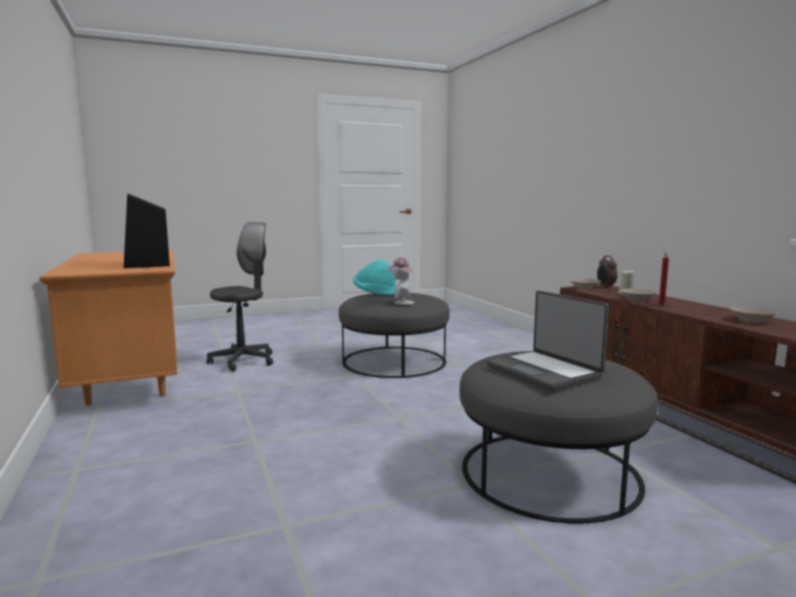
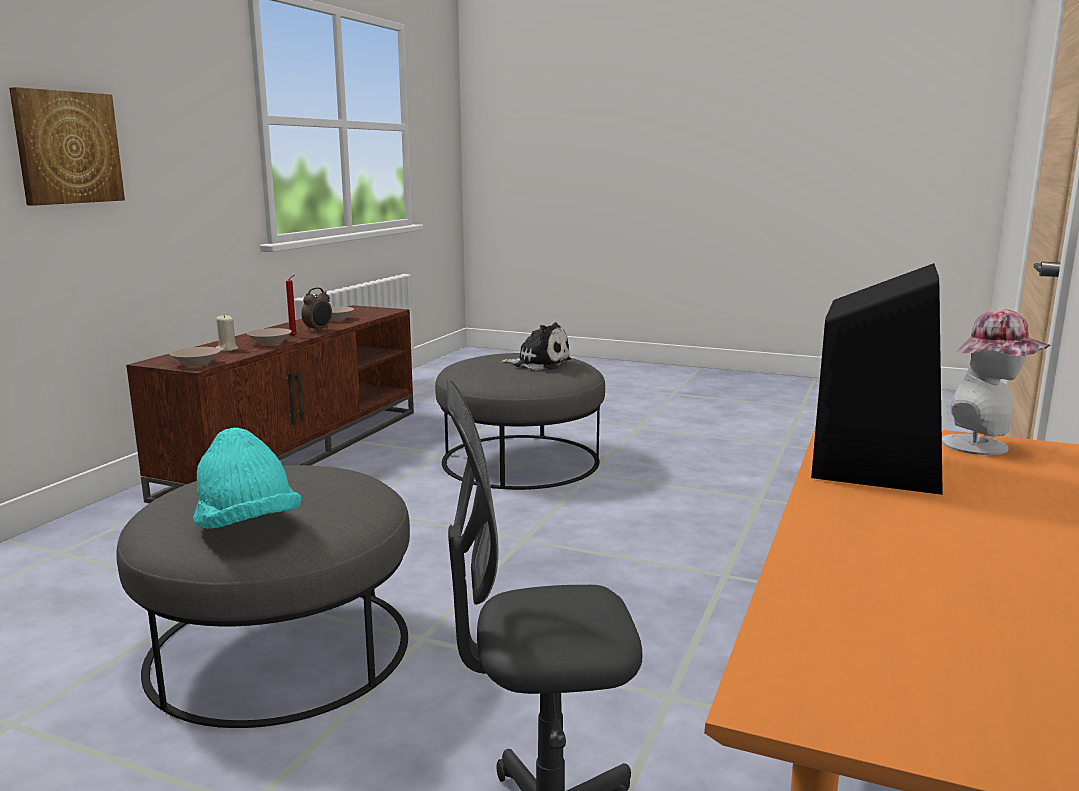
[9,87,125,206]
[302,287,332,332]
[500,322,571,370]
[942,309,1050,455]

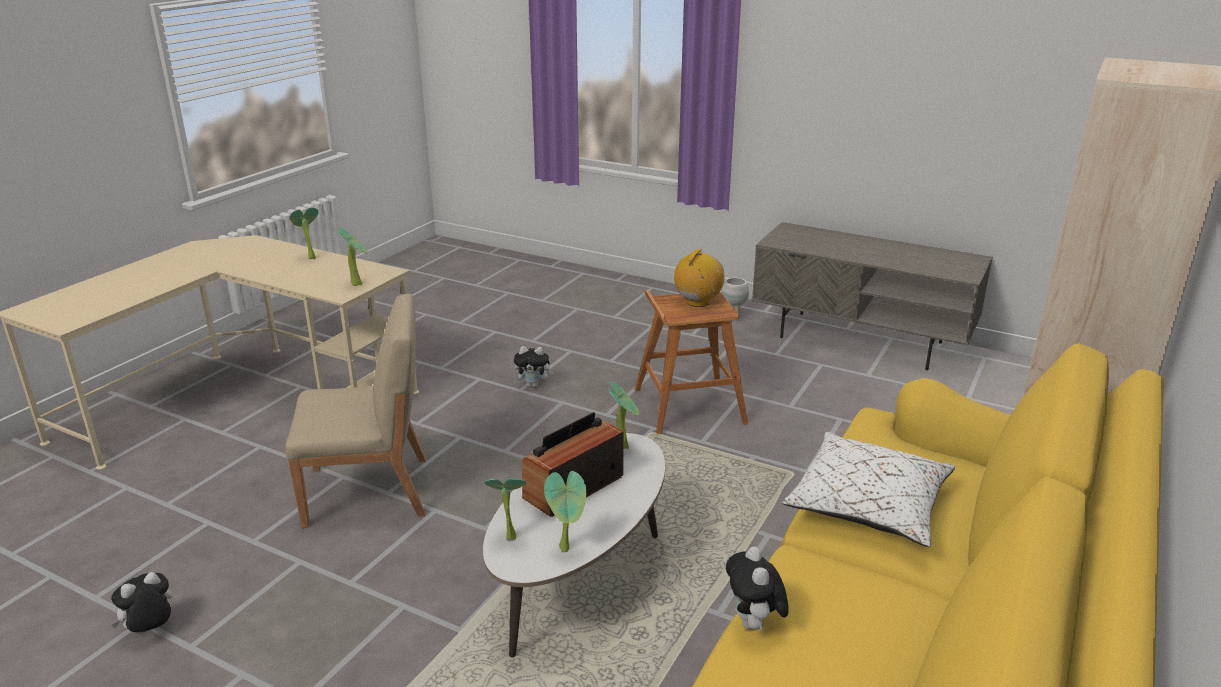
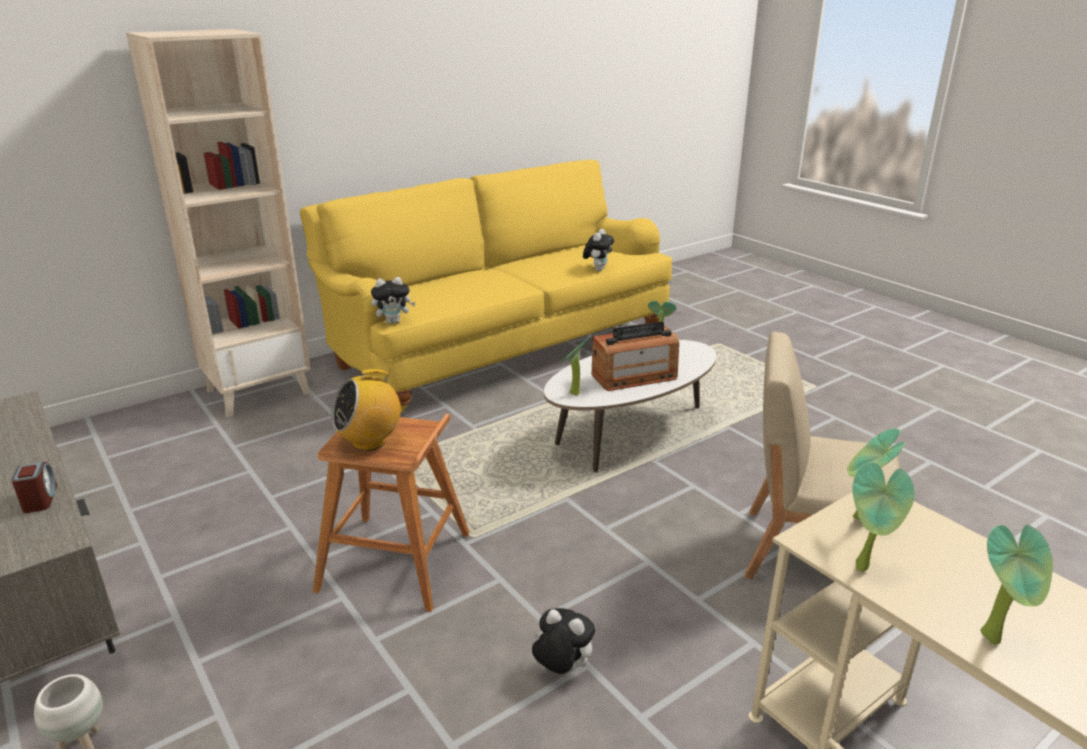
[11,462,57,513]
[371,277,416,324]
[852,463,914,572]
[782,432,955,547] (first image)

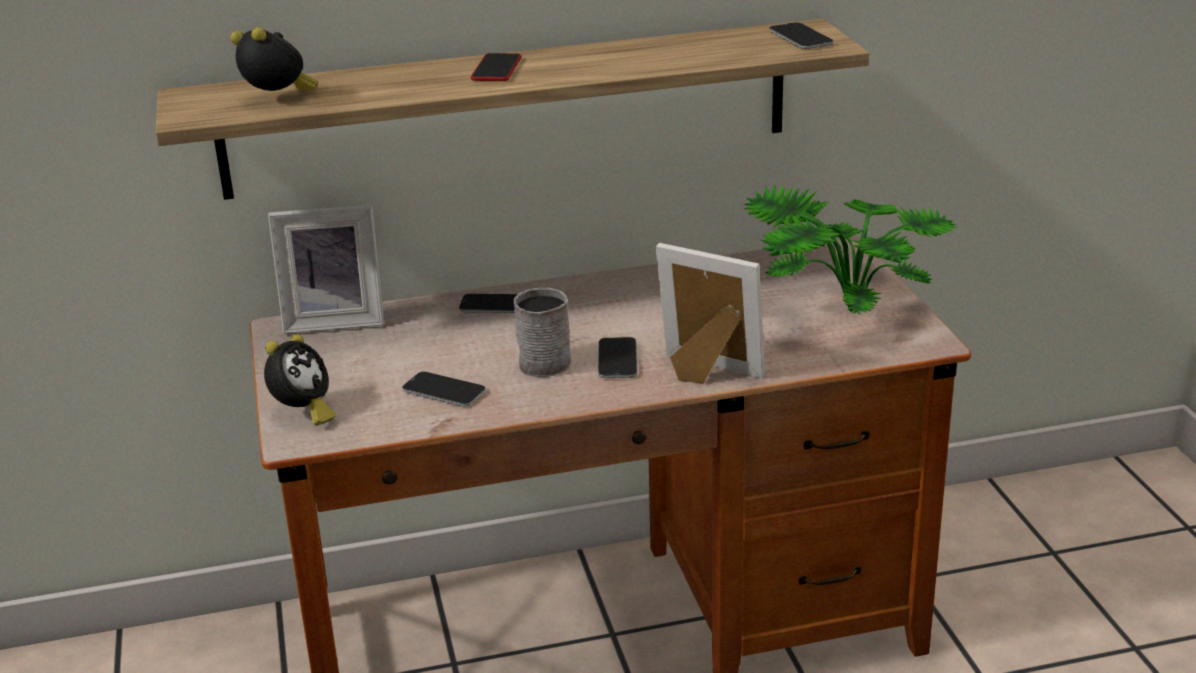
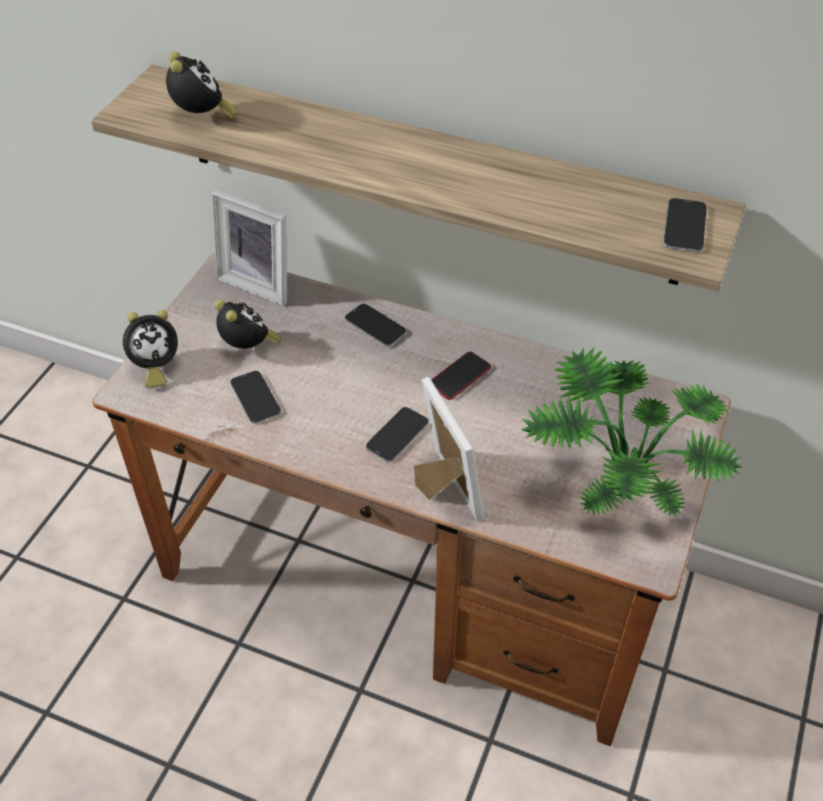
[214,300,281,349]
[431,352,491,400]
[513,288,571,377] (first image)

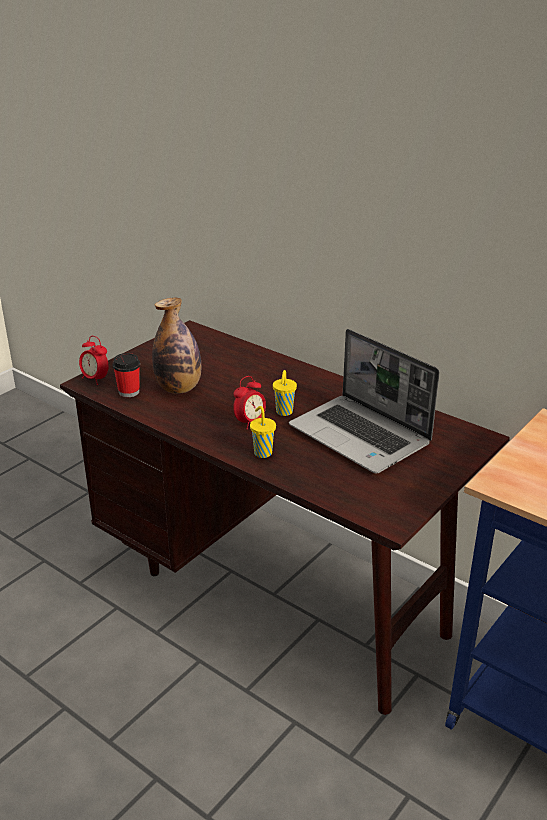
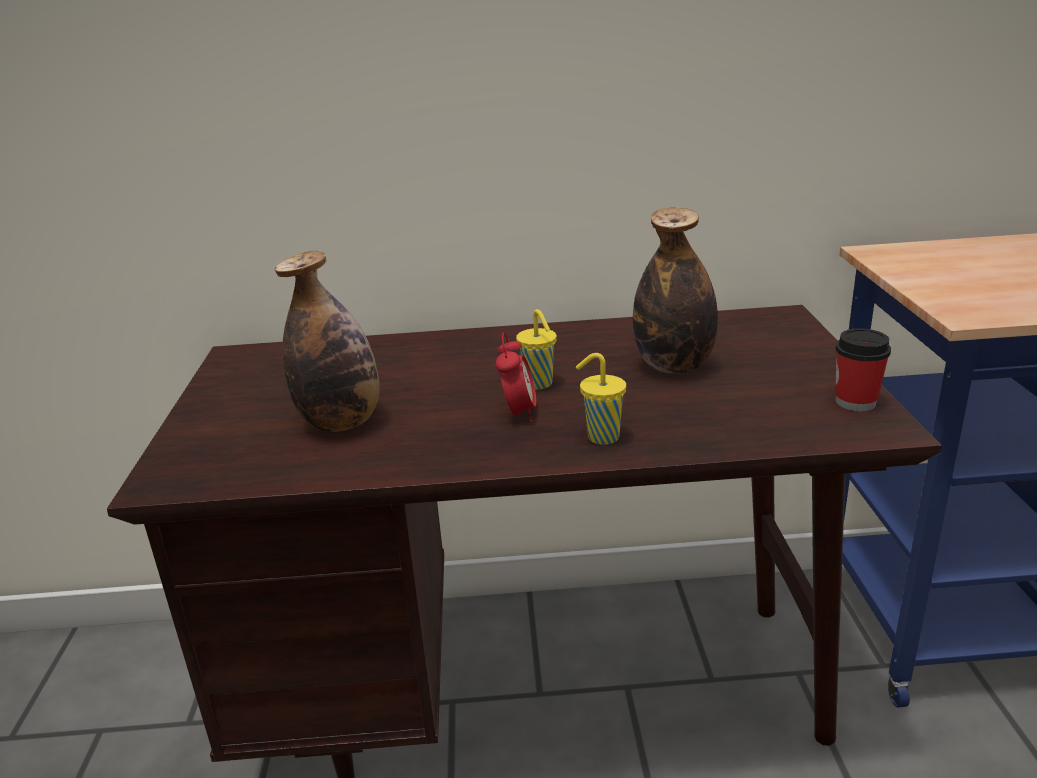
[633,207,718,374]
[835,328,891,411]
[79,336,108,385] (first image)

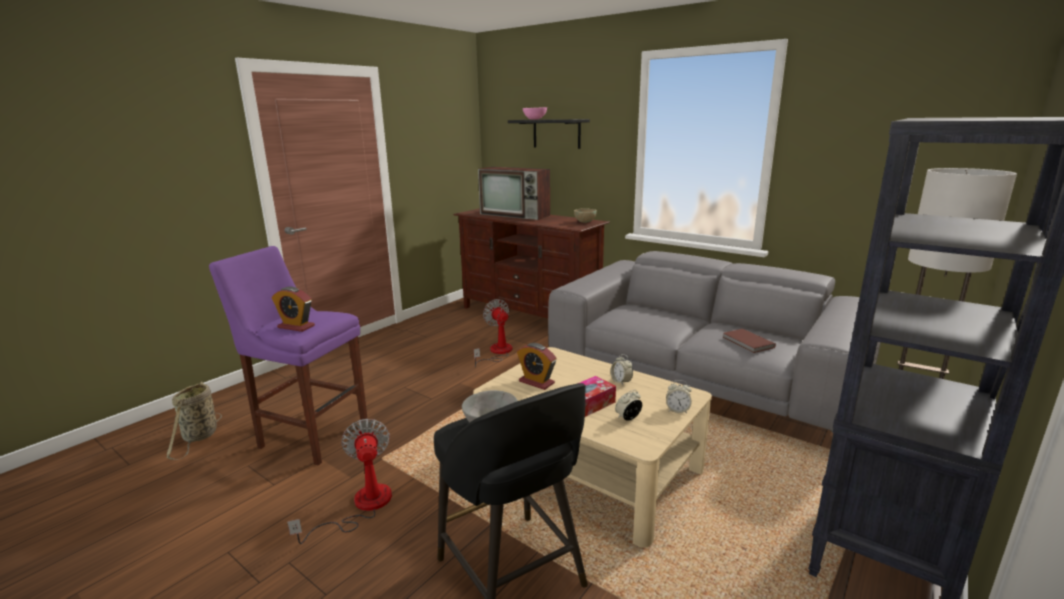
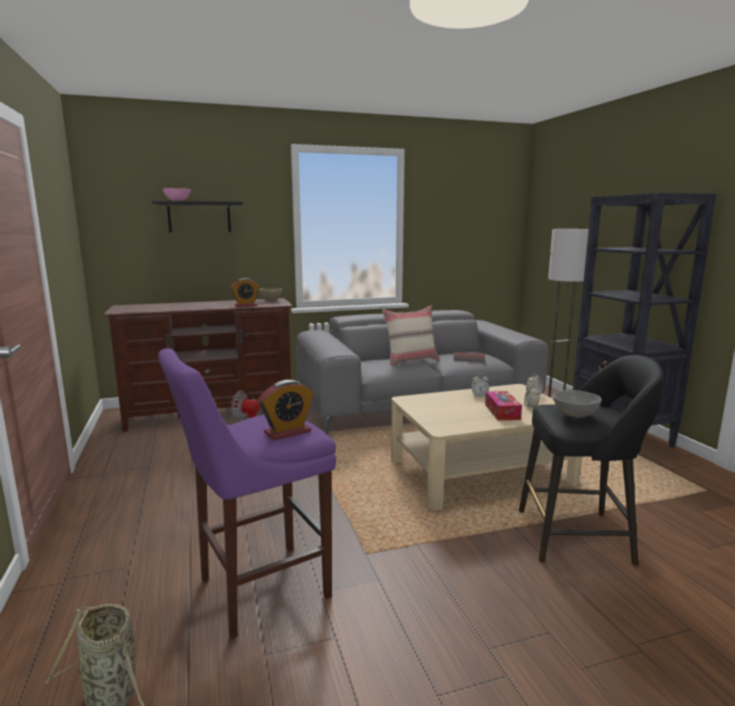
[230,278,260,307]
[382,306,440,366]
[287,419,392,544] (first image)
[478,167,550,220] (first image)

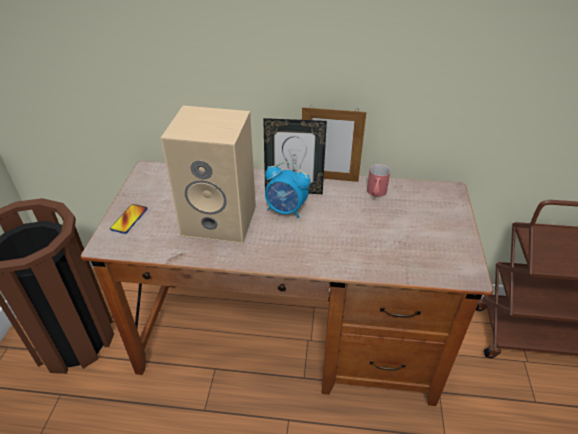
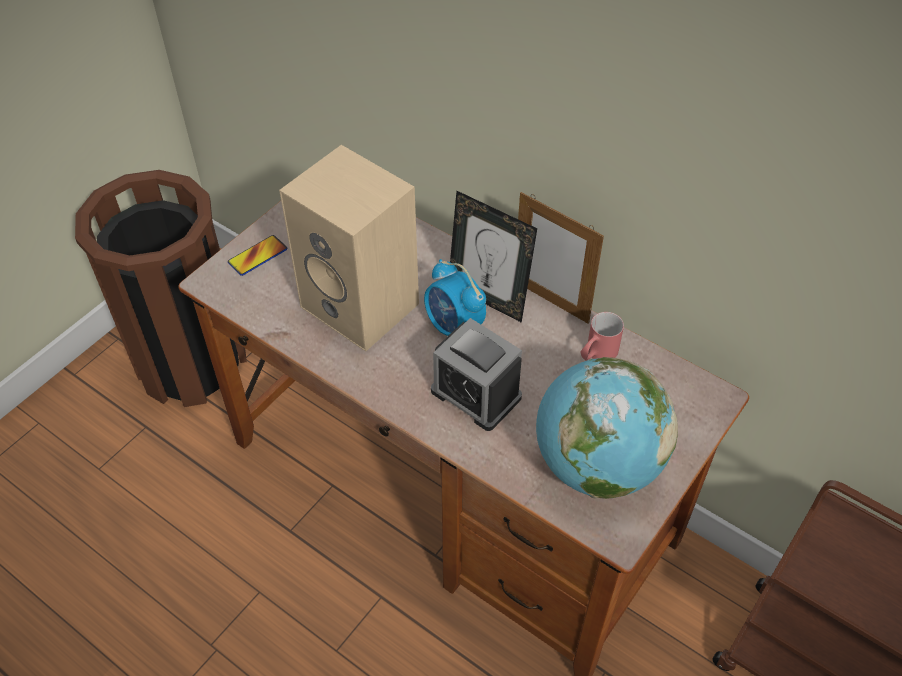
[431,318,522,431]
[536,357,678,499]

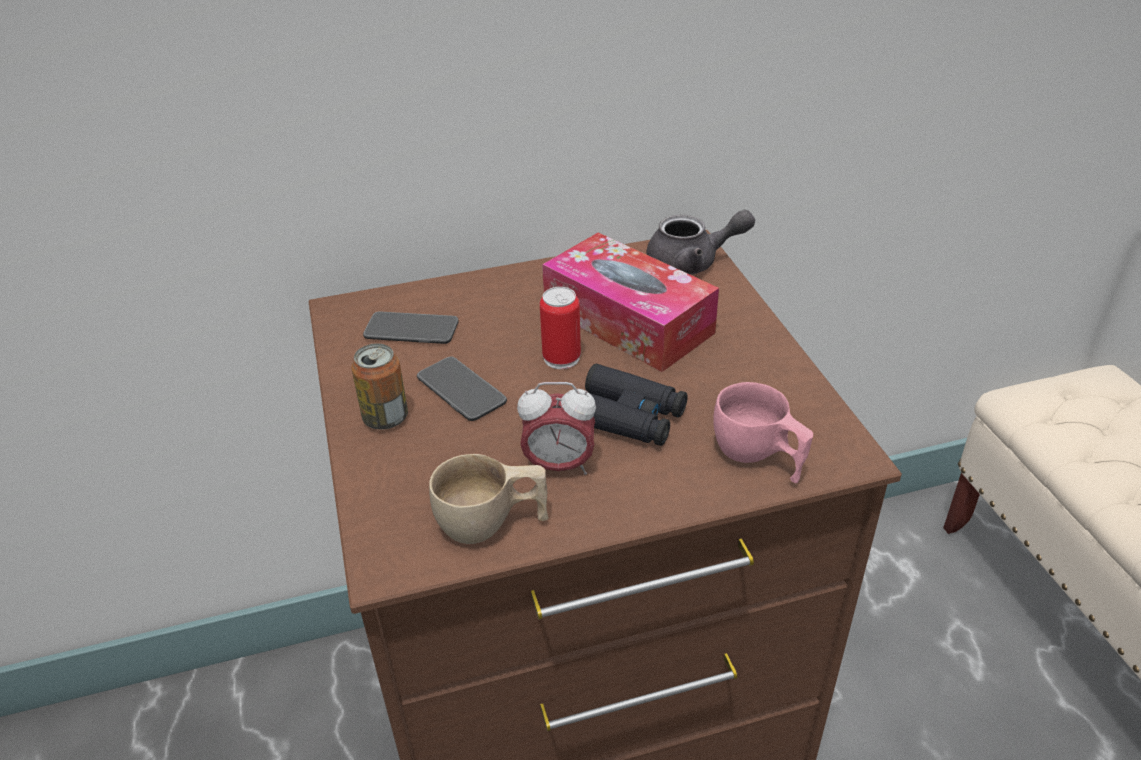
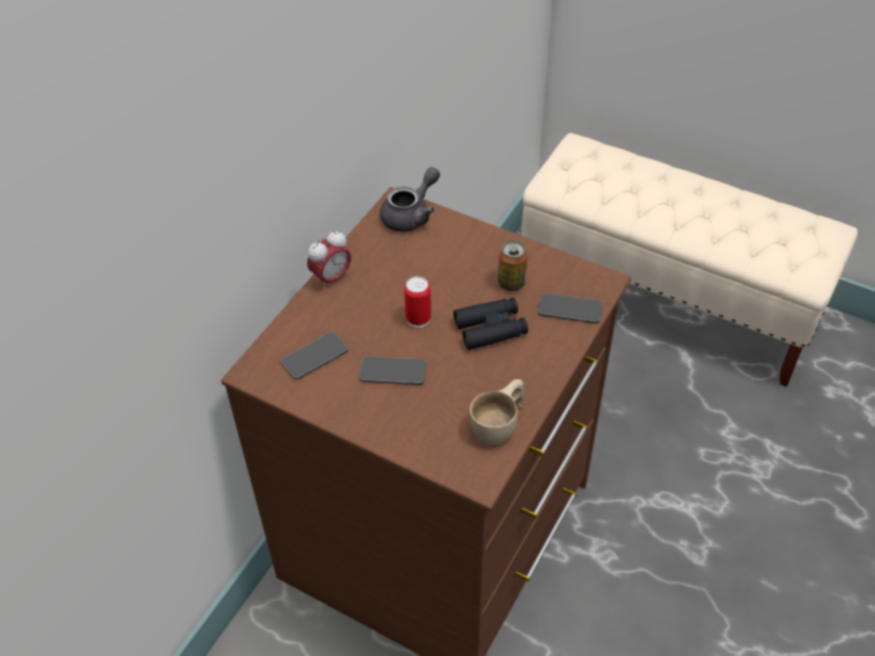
[307,230,351,289]
[498,241,528,291]
[538,293,603,323]
[542,233,719,372] (first image)

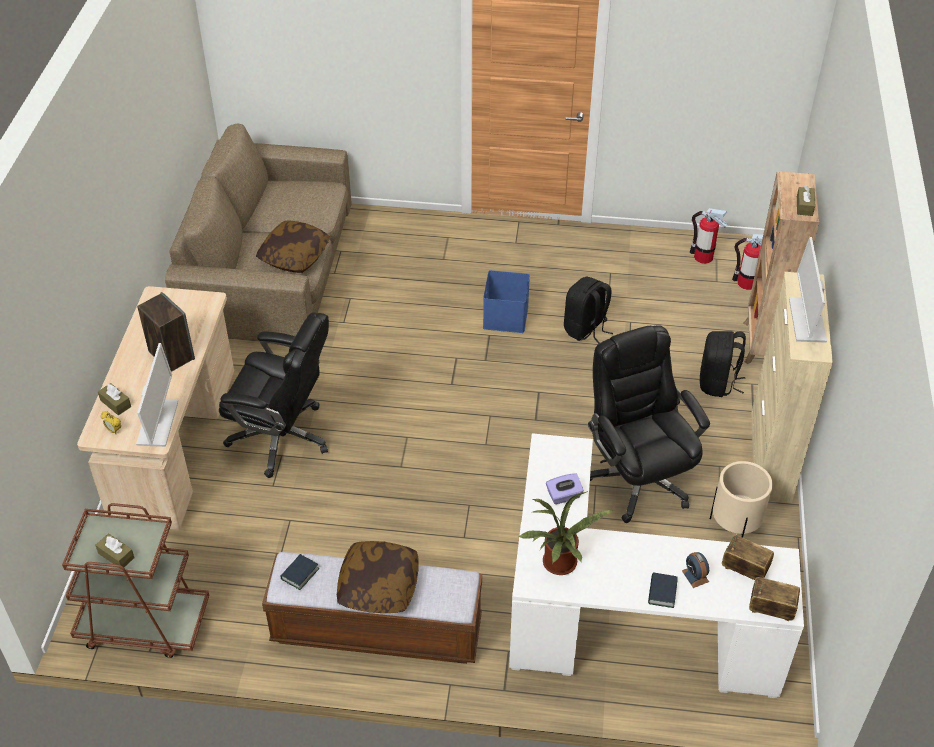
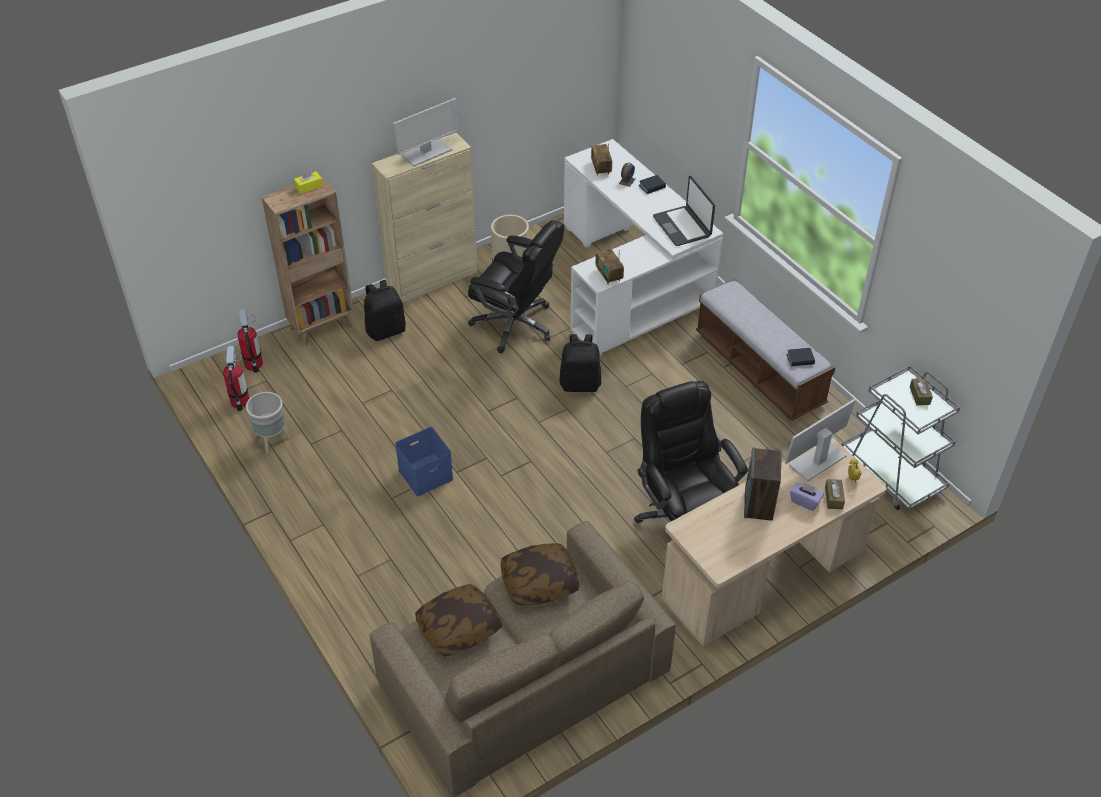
[246,392,290,454]
[294,170,323,194]
[415,584,502,656]
[468,220,564,353]
[560,334,601,392]
[595,249,624,285]
[653,176,715,246]
[790,482,824,511]
[842,365,960,510]

